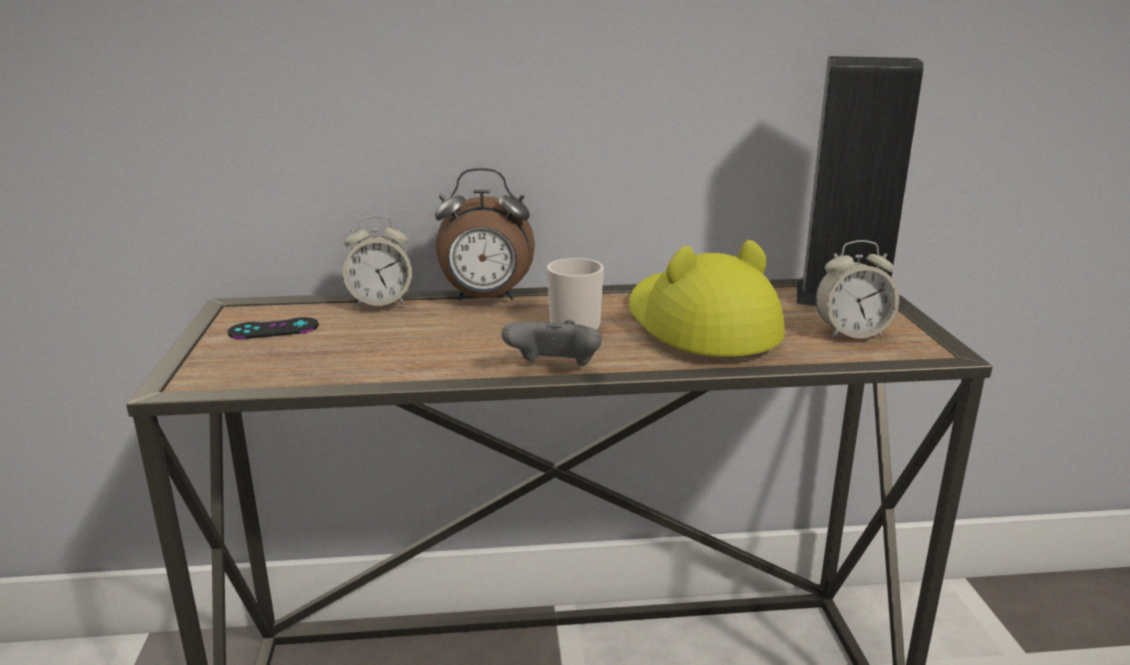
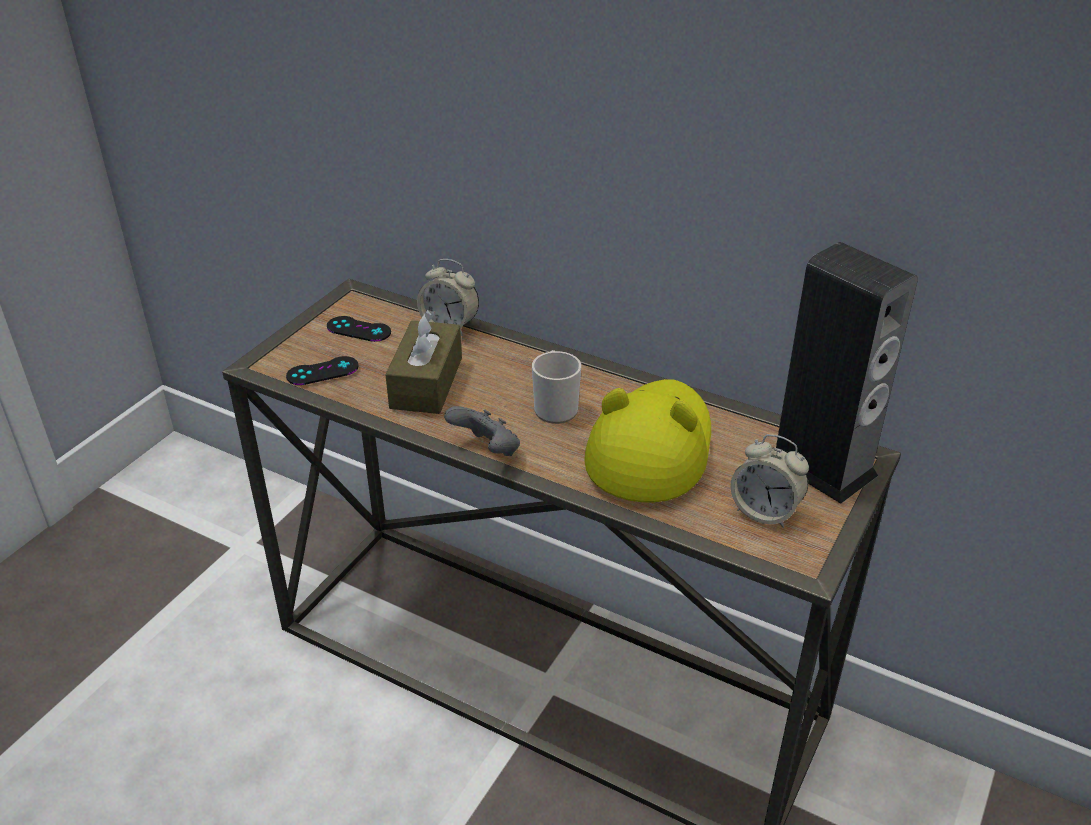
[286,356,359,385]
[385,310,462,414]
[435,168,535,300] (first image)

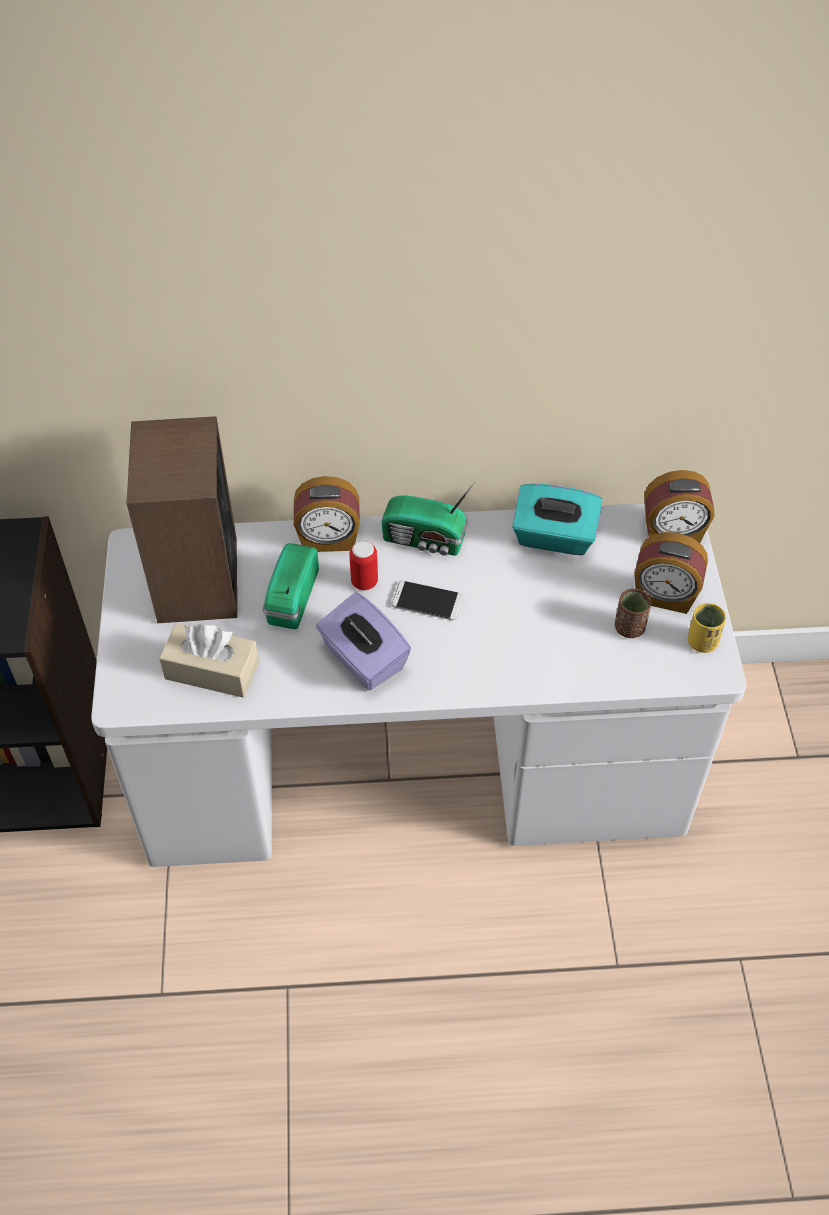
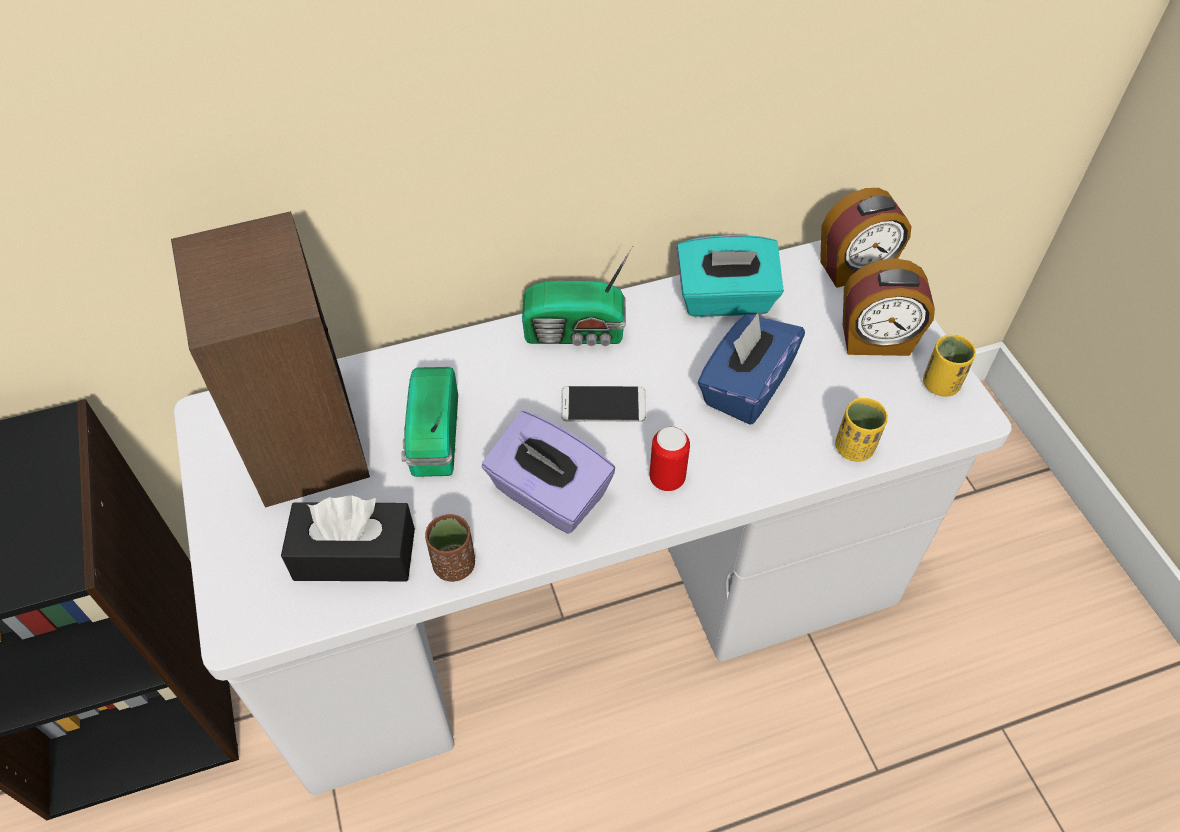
[281,495,415,581]
[425,514,475,582]
[649,426,690,491]
[698,313,805,425]
[835,398,888,462]
[294,476,360,552] (first image)

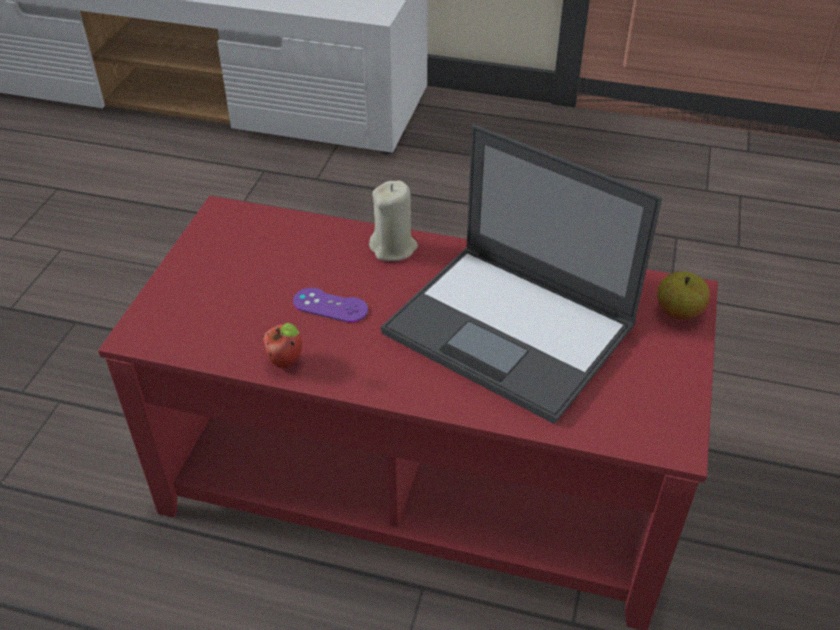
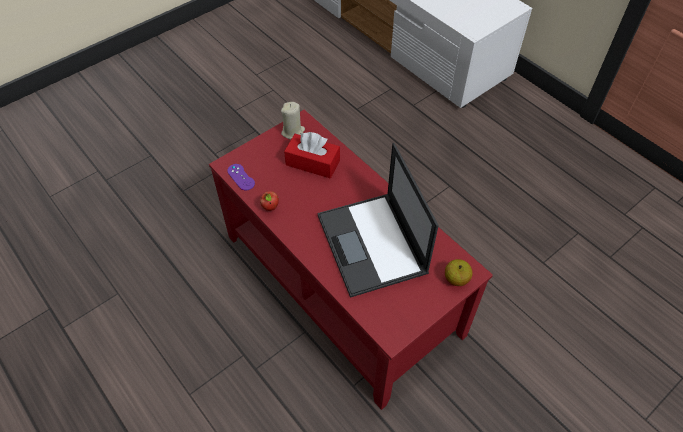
[227,164,255,190]
[281,102,305,139]
[284,132,340,178]

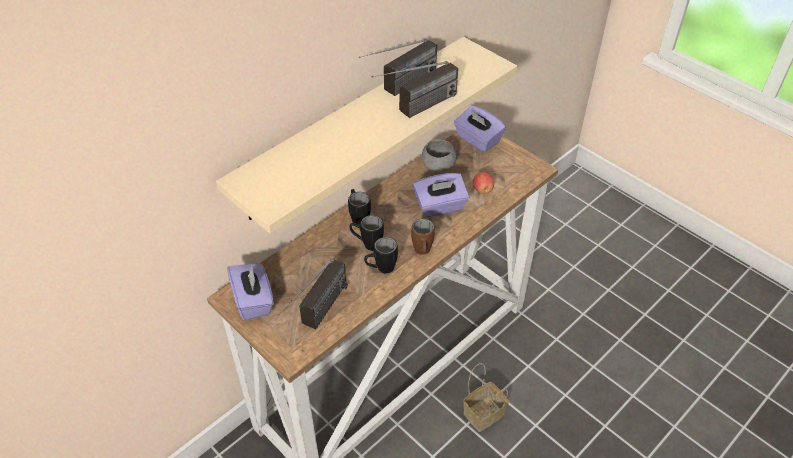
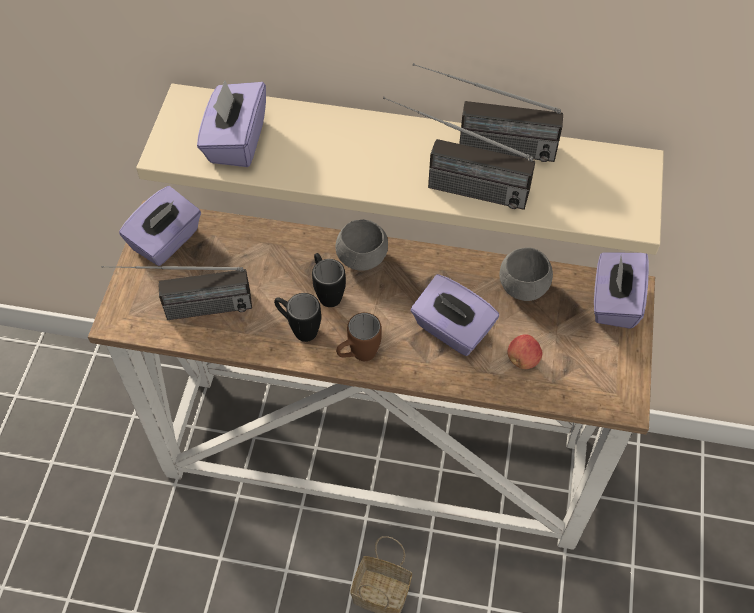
[197,80,266,167]
[335,220,388,271]

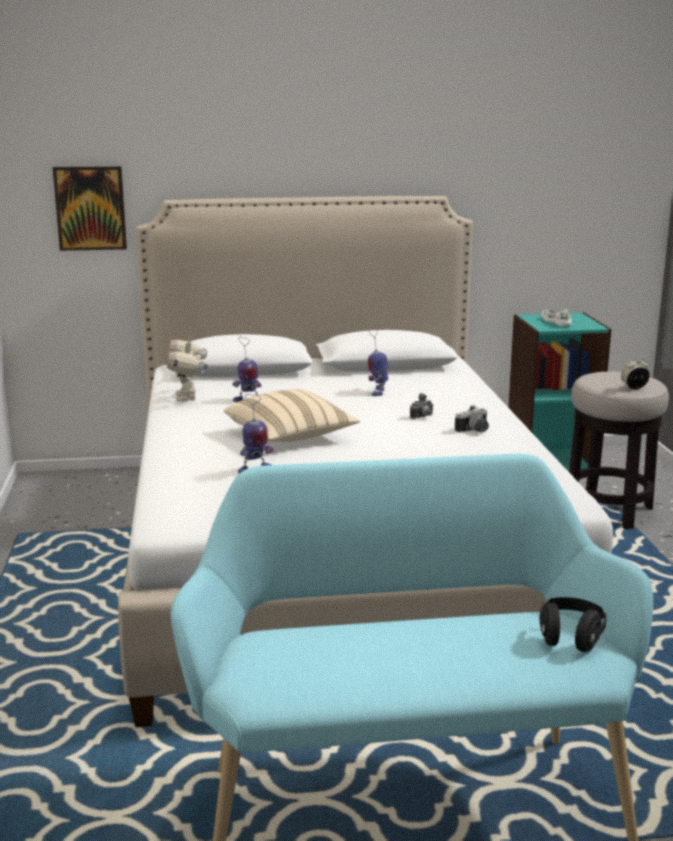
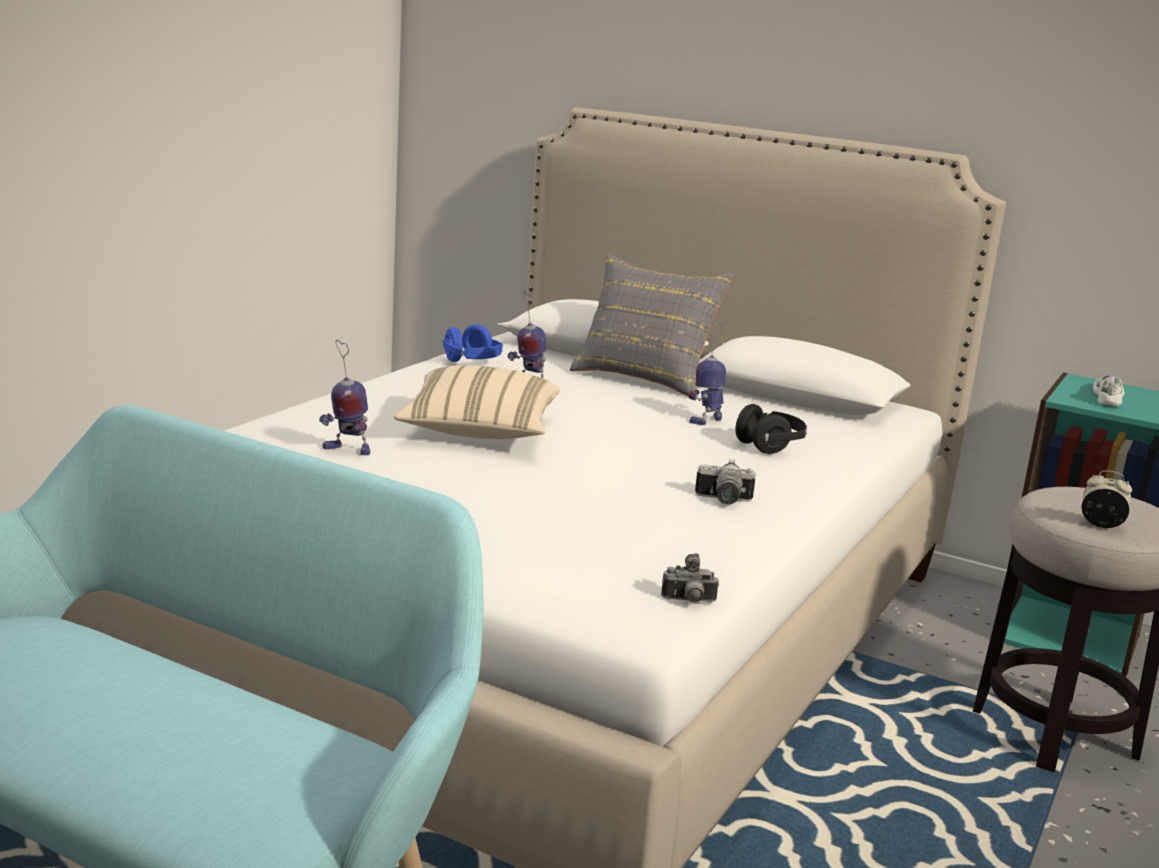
[442,324,503,362]
[570,254,735,396]
[661,553,719,603]
[735,404,807,454]
[53,166,127,251] (first image)

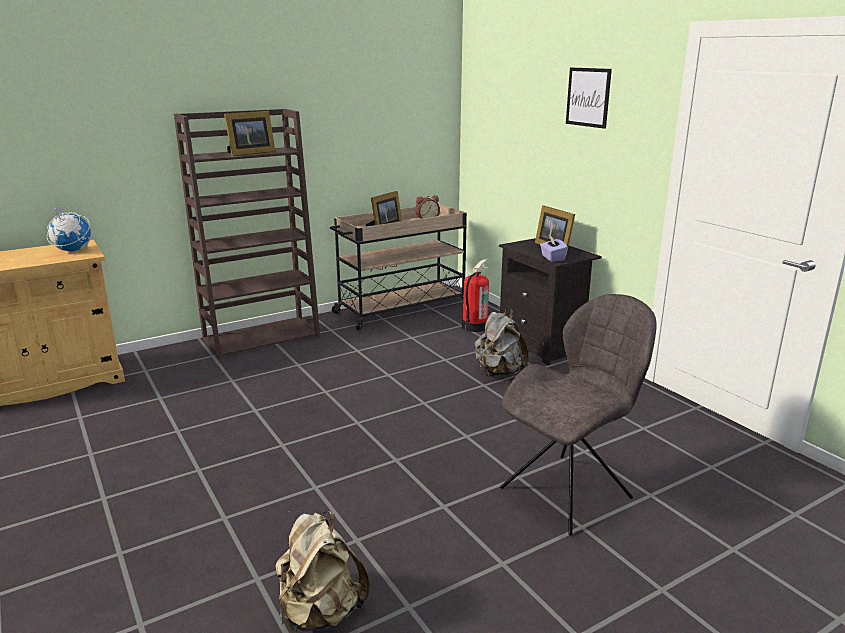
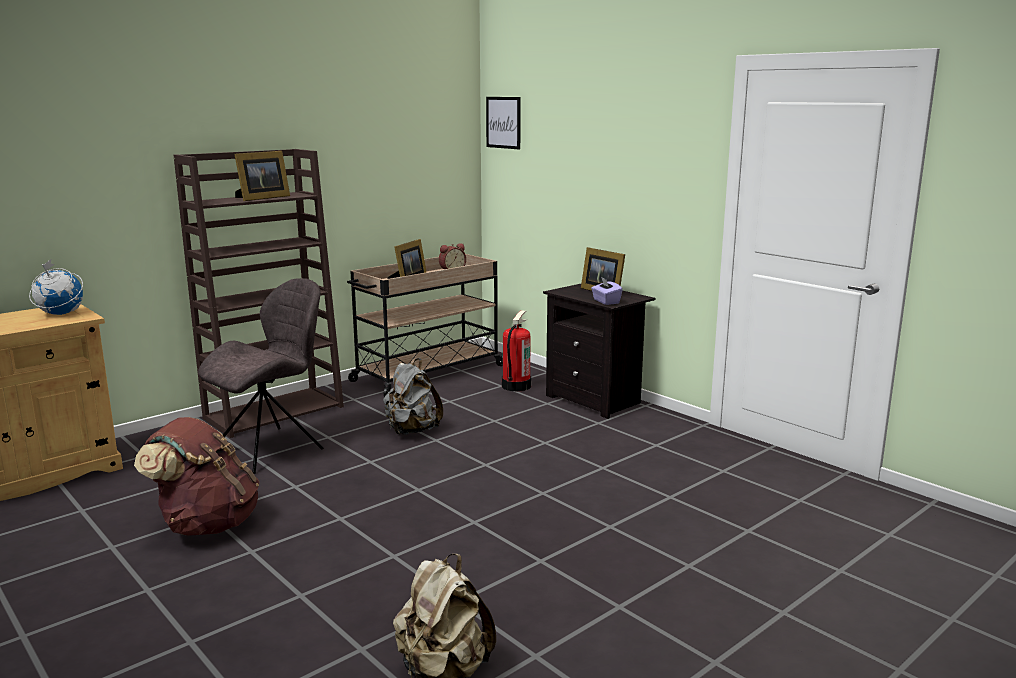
[134,417,260,536]
[198,278,324,474]
[383,358,443,435]
[486,97,521,149]

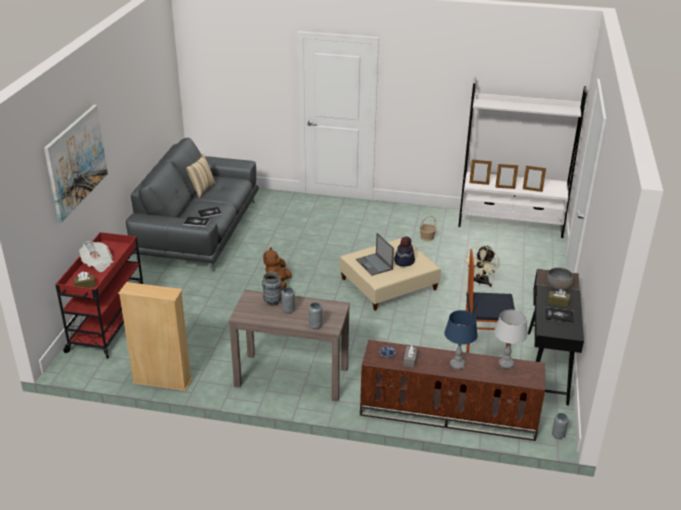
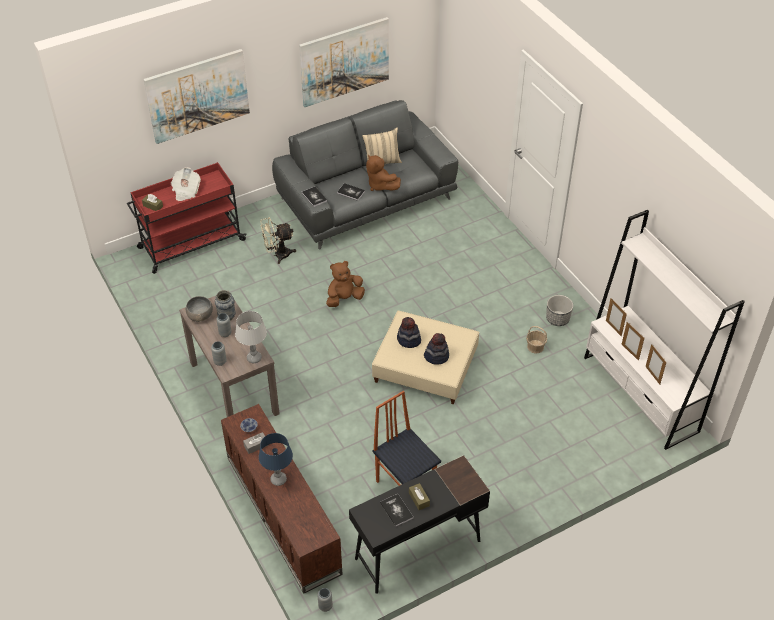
[186,296,213,322]
[235,311,267,363]
[260,217,296,264]
[299,17,389,107]
[366,154,401,191]
[397,317,421,348]
[546,295,573,326]
[118,282,192,391] (first image)

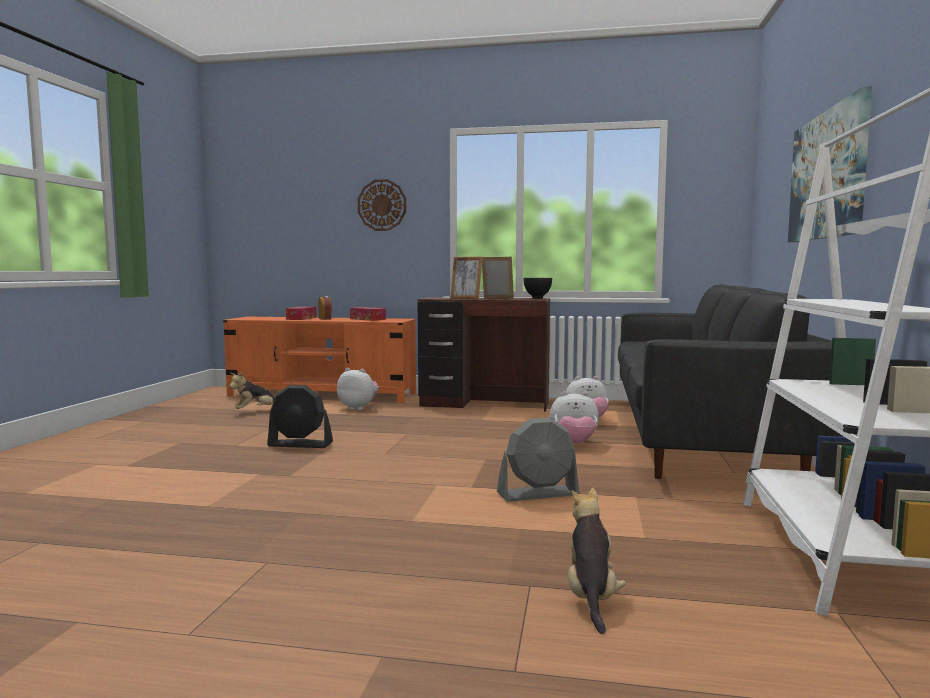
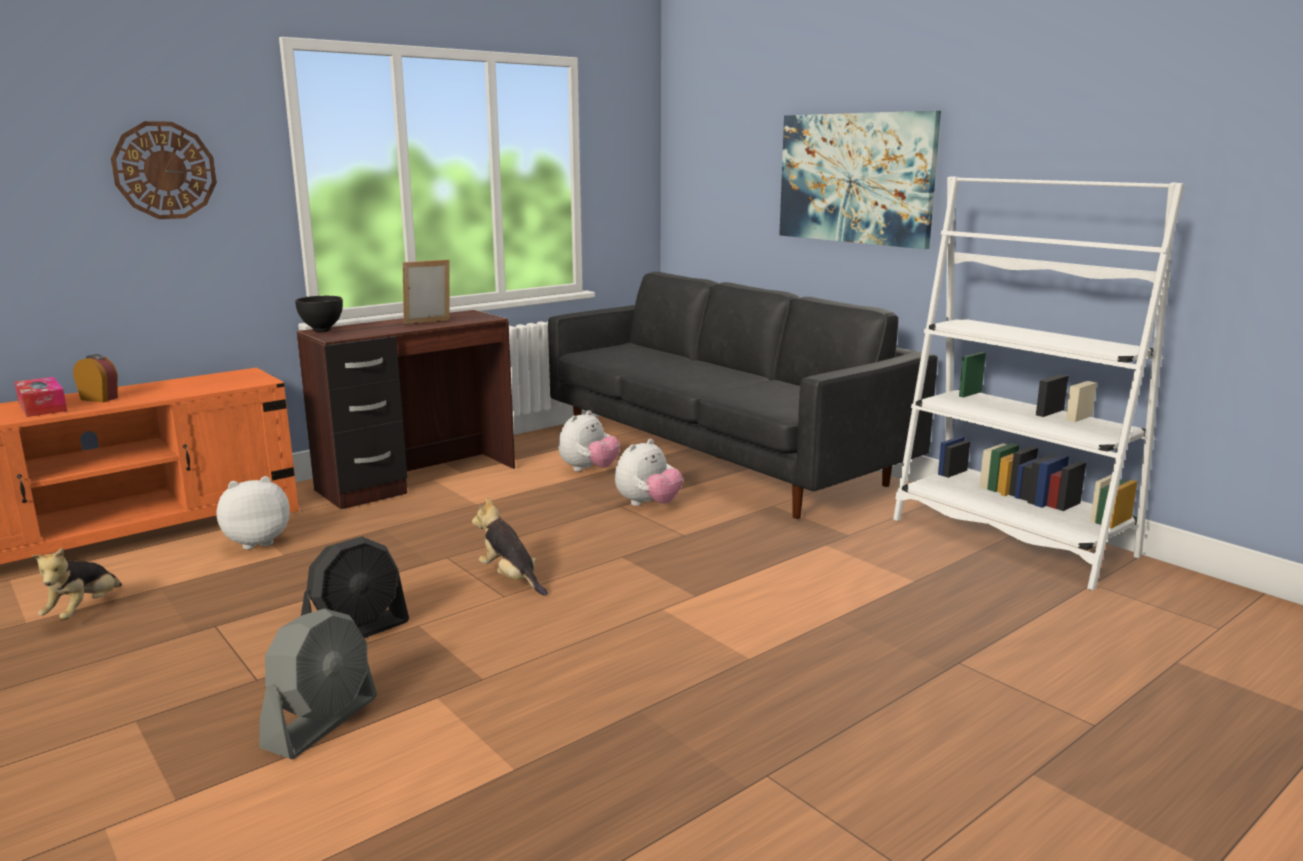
[259,609,377,759]
[295,296,343,332]
[472,498,548,596]
[350,307,386,321] (first image)
[450,257,482,299] (first image)

